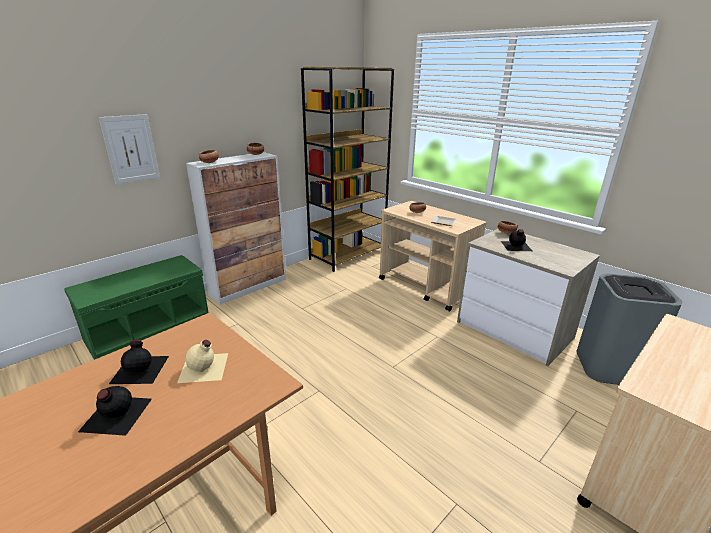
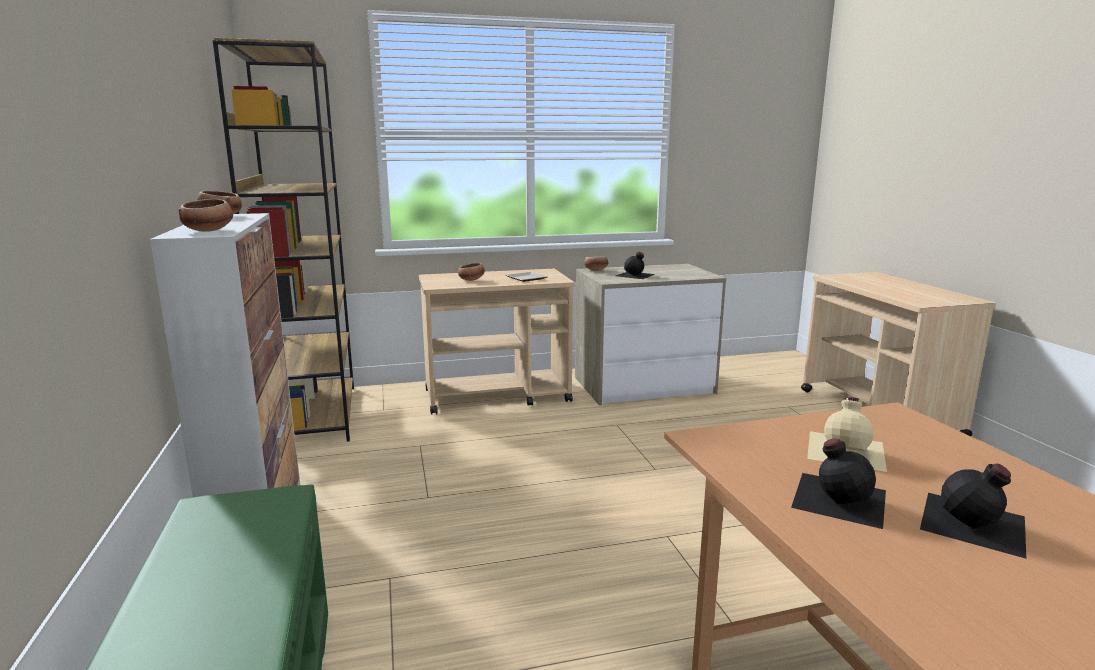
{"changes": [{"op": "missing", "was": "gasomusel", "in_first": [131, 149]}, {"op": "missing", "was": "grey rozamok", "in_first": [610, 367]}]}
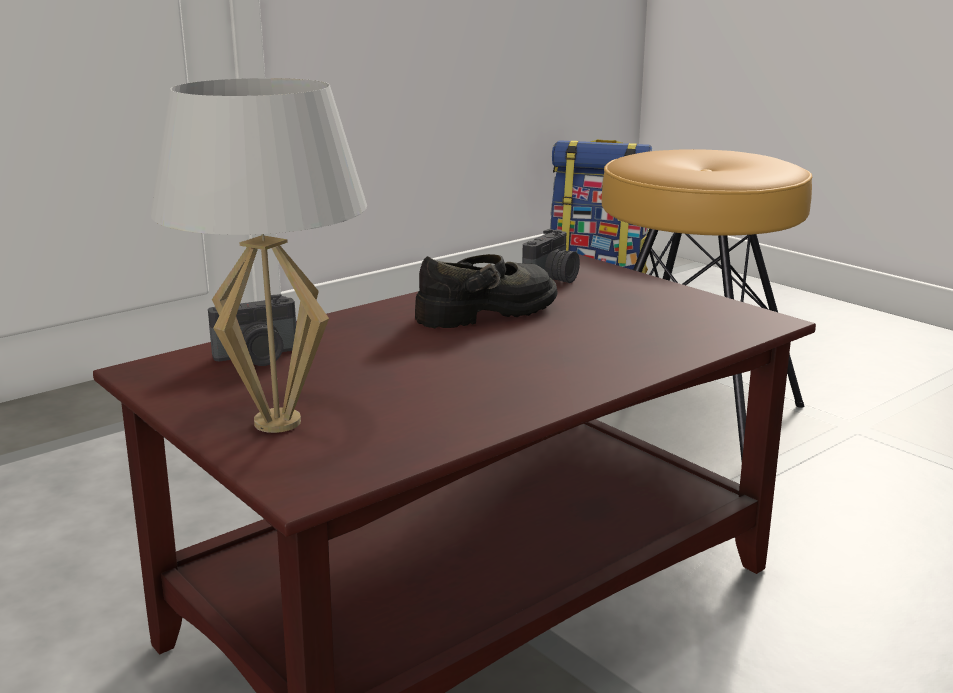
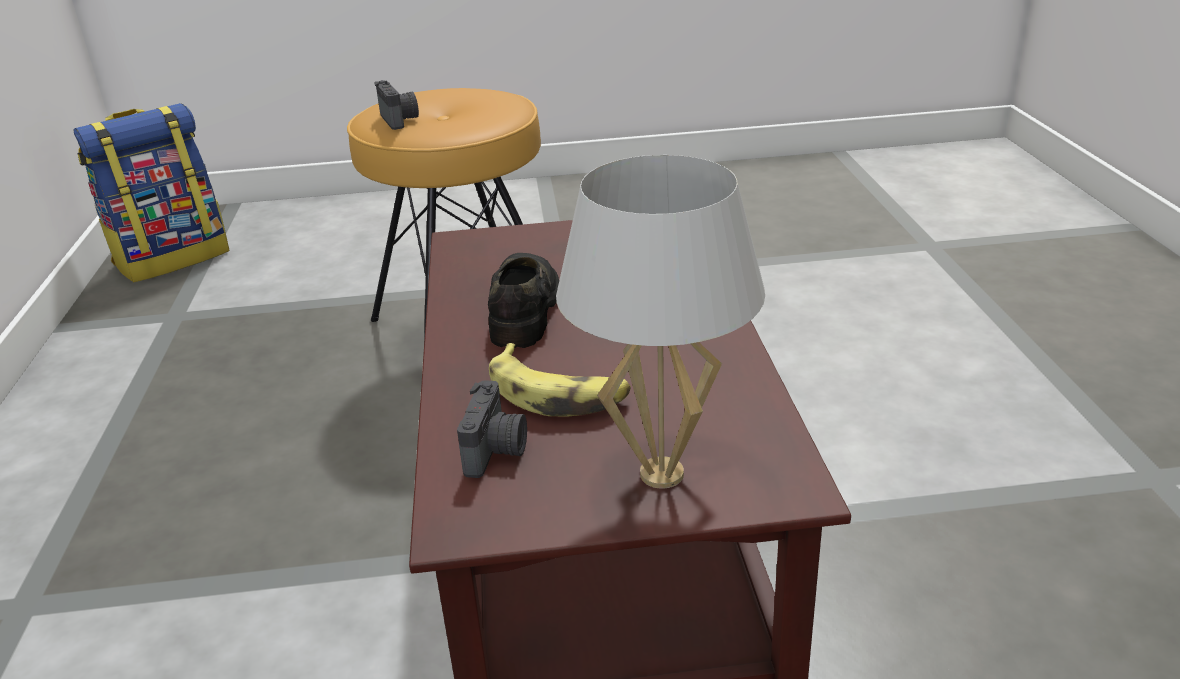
{"changes": [{"op": "appeared", "now": "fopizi", "in_second": [558, 393]}, {"op": "relocated", "was": "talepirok", "in_first": [552, 279], "in_second": [400, 120]}]}
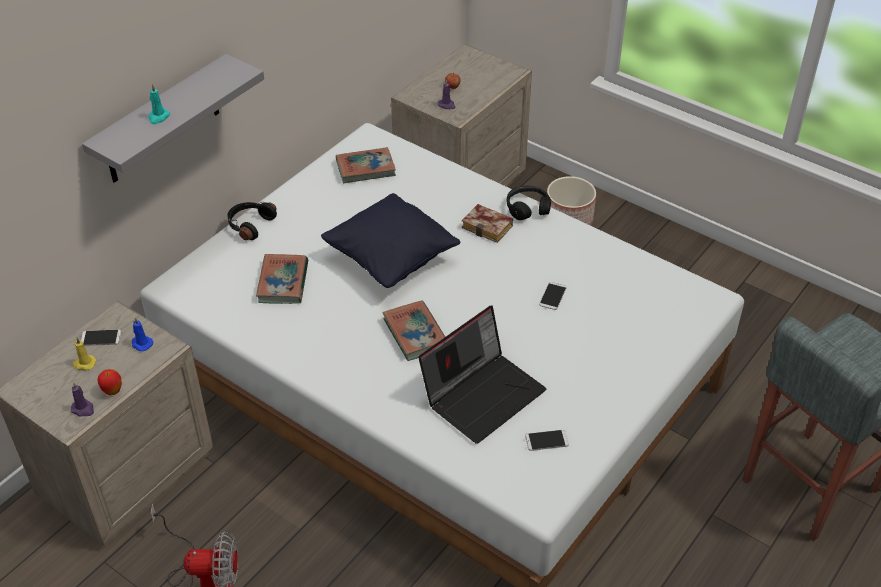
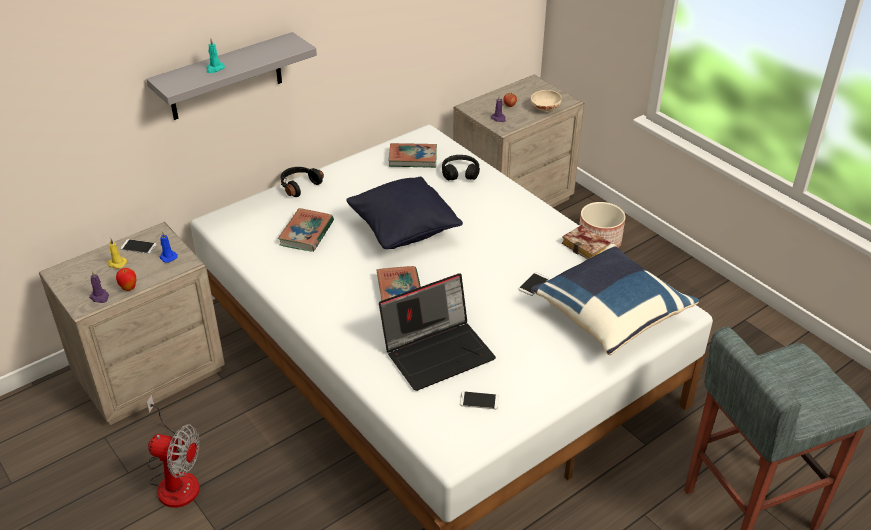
{"changes": [{"op": "appeared", "now": "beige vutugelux", "in_second": [544, 109]}, {"op": "appeared", "now": "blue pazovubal", "in_second": [609, 314]}, {"op": "relocated", "was": "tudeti", "in_first": [489, 227], "in_second": [587, 247]}, {"op": "relocated", "was": "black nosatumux", "in_first": [527, 208], "in_second": [460, 173]}]}
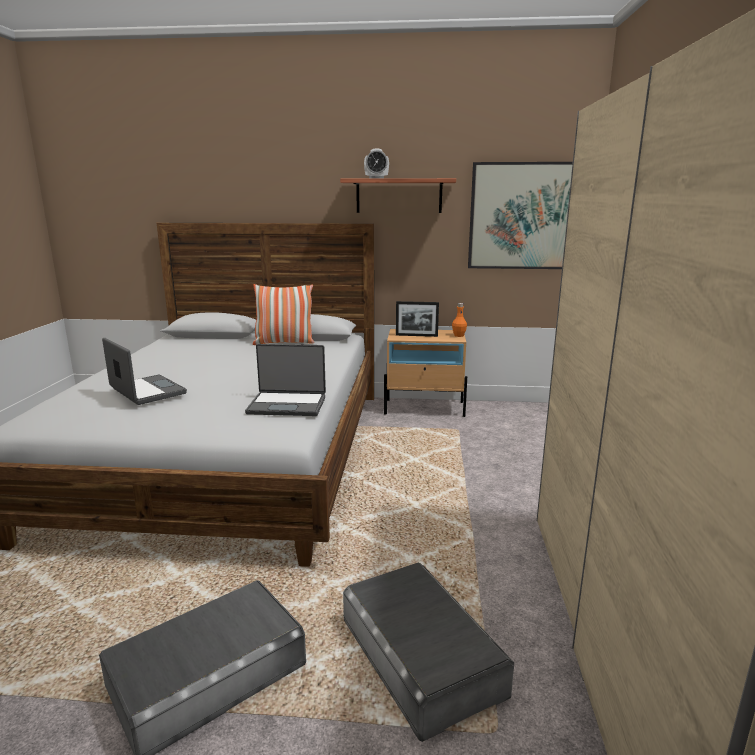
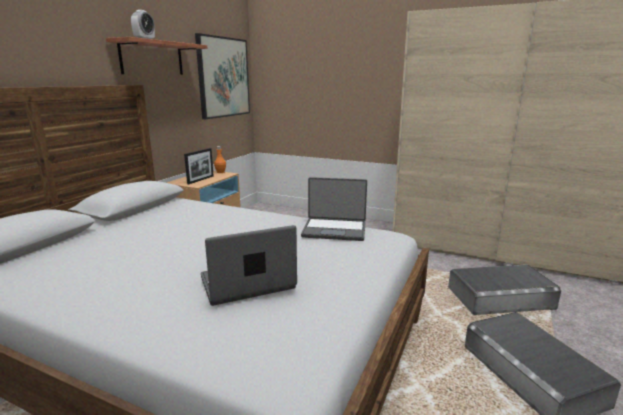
{"changes": [{"op": "missing", "was": "pazovubal", "in_first": [284, 343]}, {"op": "spun", "was": "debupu", "in_first": [287, 405], "in_second": [334, 230], "clockwise": 75}]}
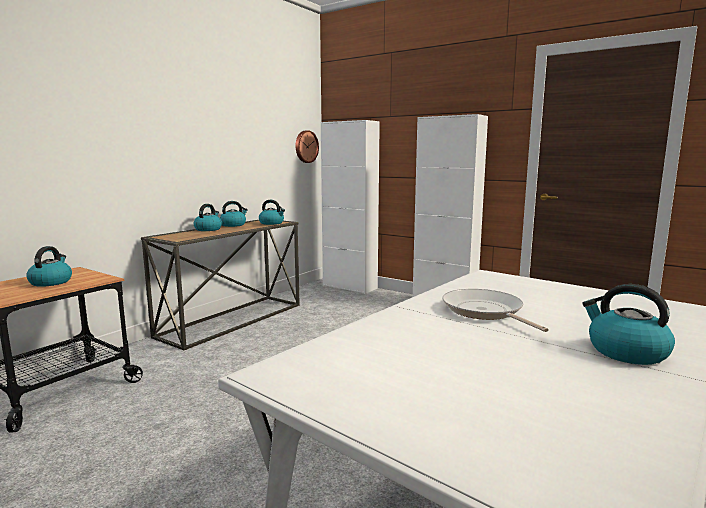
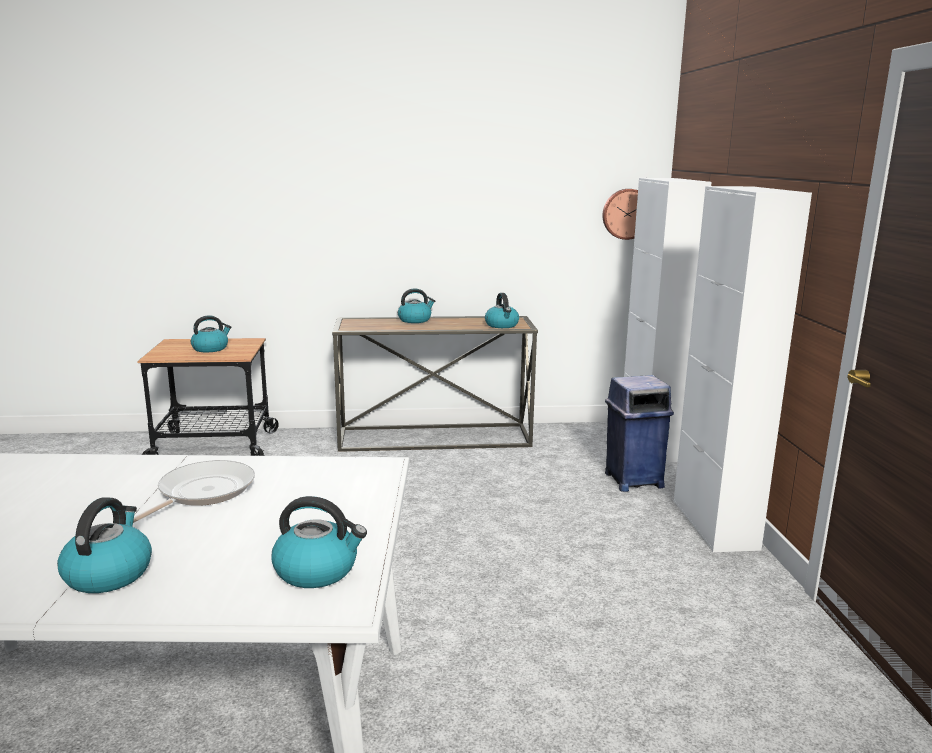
{"changes": [{"op": "appeared", "now": "blue rozamok", "in_second": [632, 480]}, {"op": "relocated", "was": "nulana", "in_first": [233, 225], "in_second": [317, 570]}]}
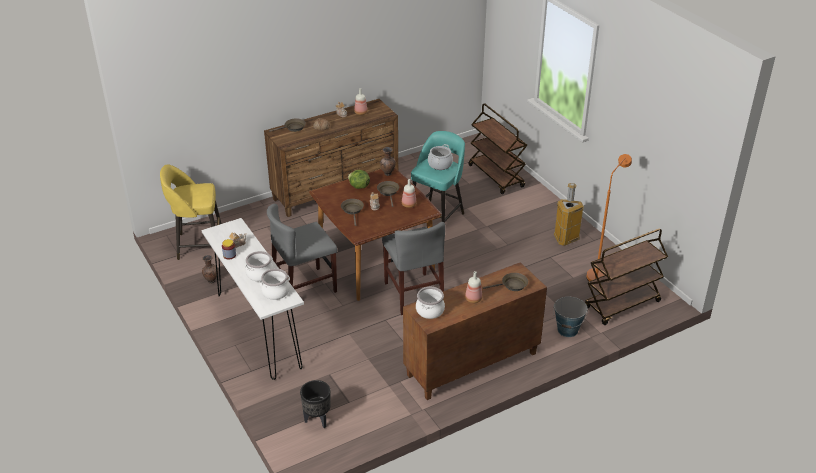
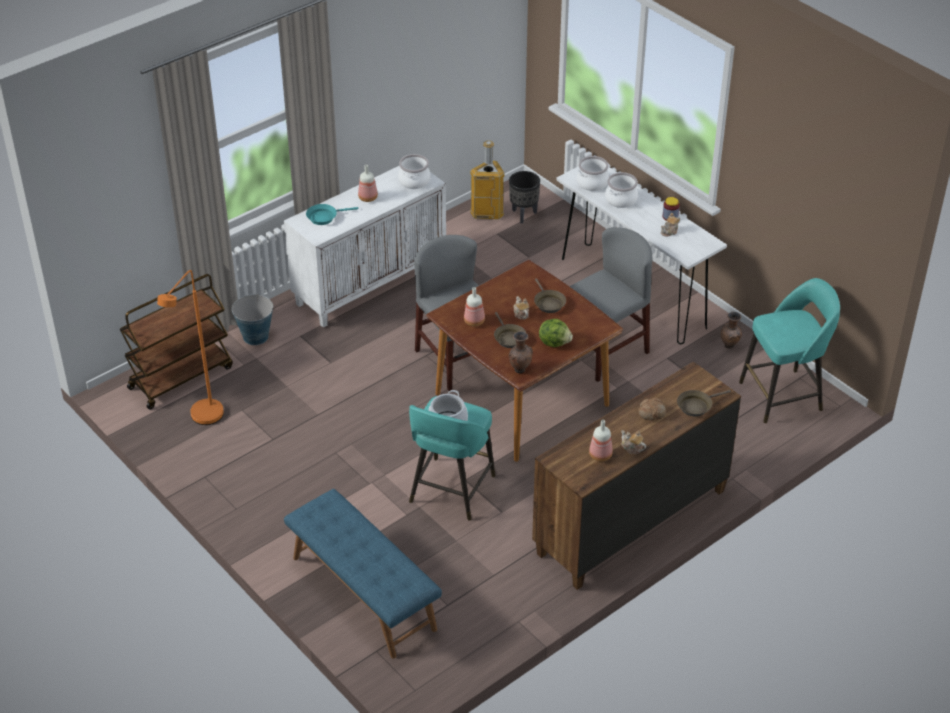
{"changes": [{"op": "relocated", "was": "rozamok", "in_first": [566, 239], "in_second": [487, 213]}, {"op": "exchanged", "was": "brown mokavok", "now": "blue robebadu", "in_first": [496, 176], "in_second": [362, 593]}, {"op": "colour", "was": "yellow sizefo", "now": "turquoise sizefo", "in_first": [198, 245], "in_second": [783, 396]}, {"op": "colour", "was": "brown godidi", "now": "white godidi", "in_first": [471, 365], "in_second": [370, 284]}, {"op": "colour", "was": "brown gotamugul", "now": "turquoise gotamugul", "in_first": [512, 285], "in_second": [324, 217]}]}
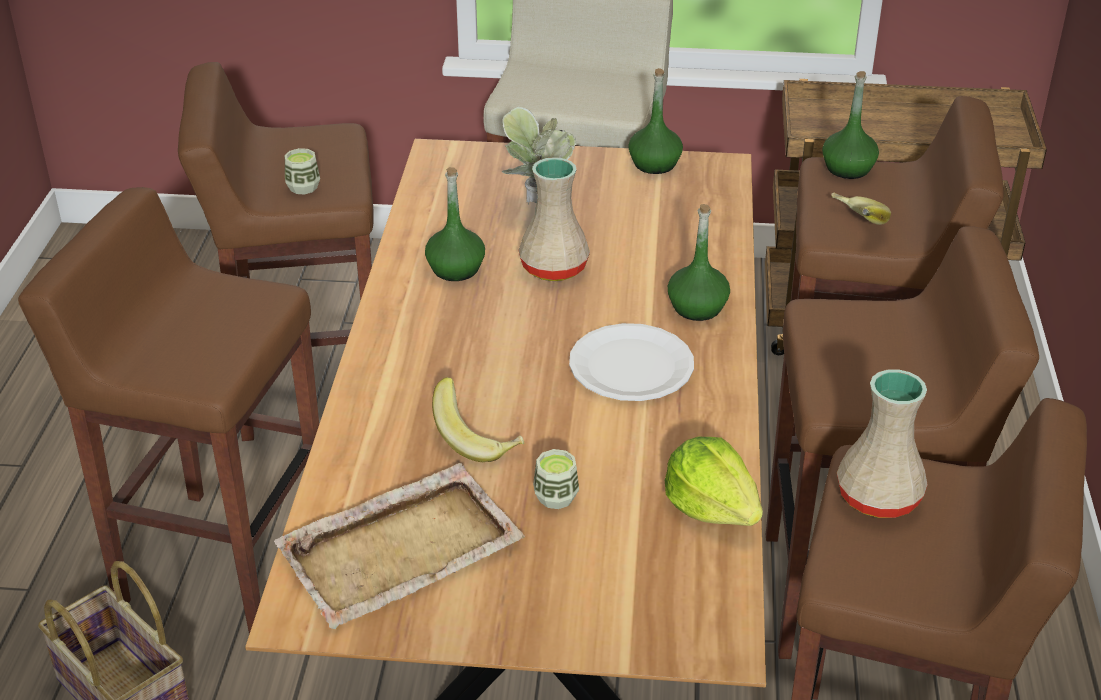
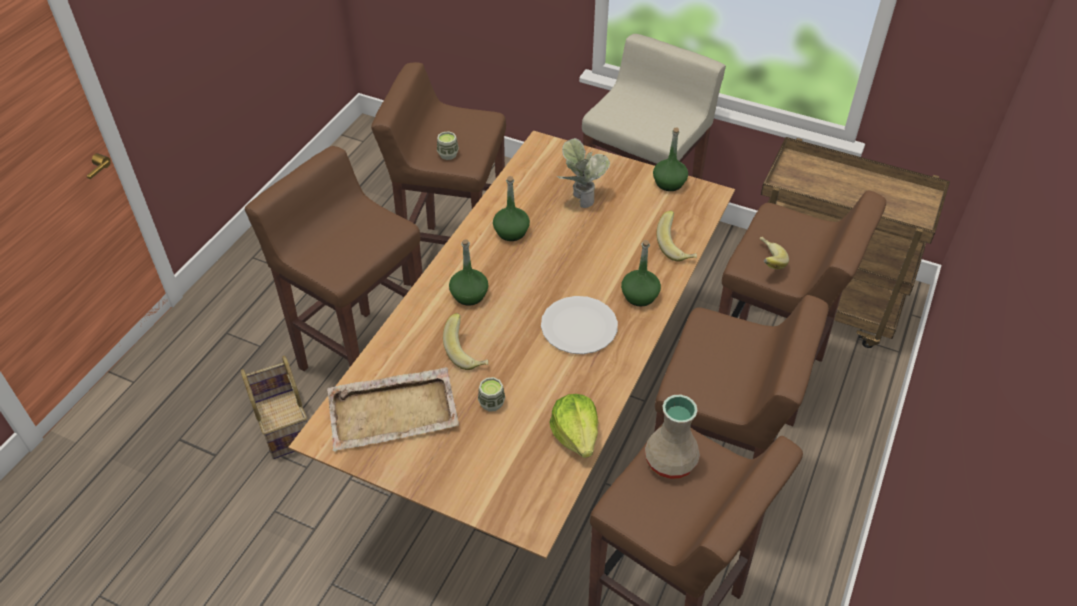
{"changes": [{"op": "missing", "was": "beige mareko", "in_first": [553, 269]}, {"op": "appeared", "now": "fopizi", "in_second": [676, 247]}, {"op": "relocated", "was": "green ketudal", "in_first": [847, 169], "in_second": [469, 295]}]}
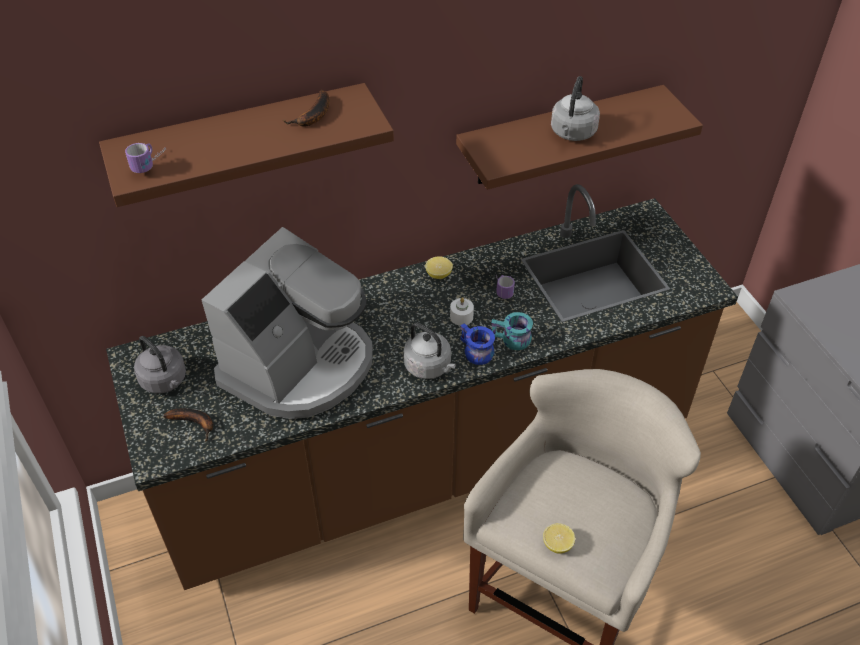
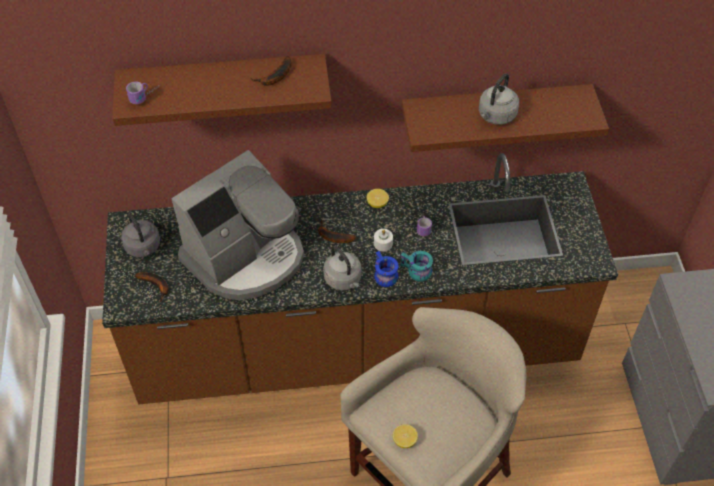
{"changes": [{"op": "appeared", "now": "fopizi", "in_second": [332, 237]}]}
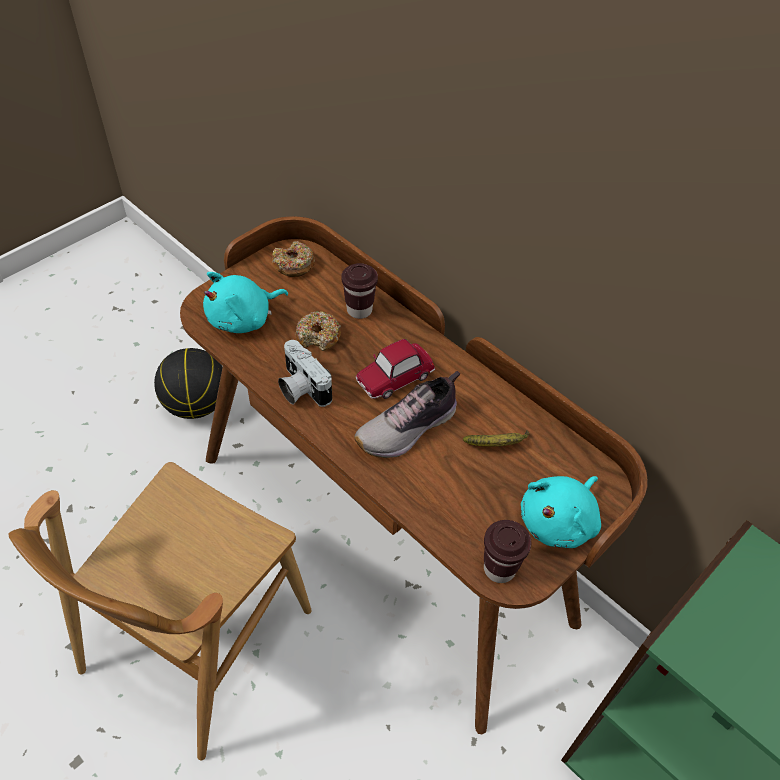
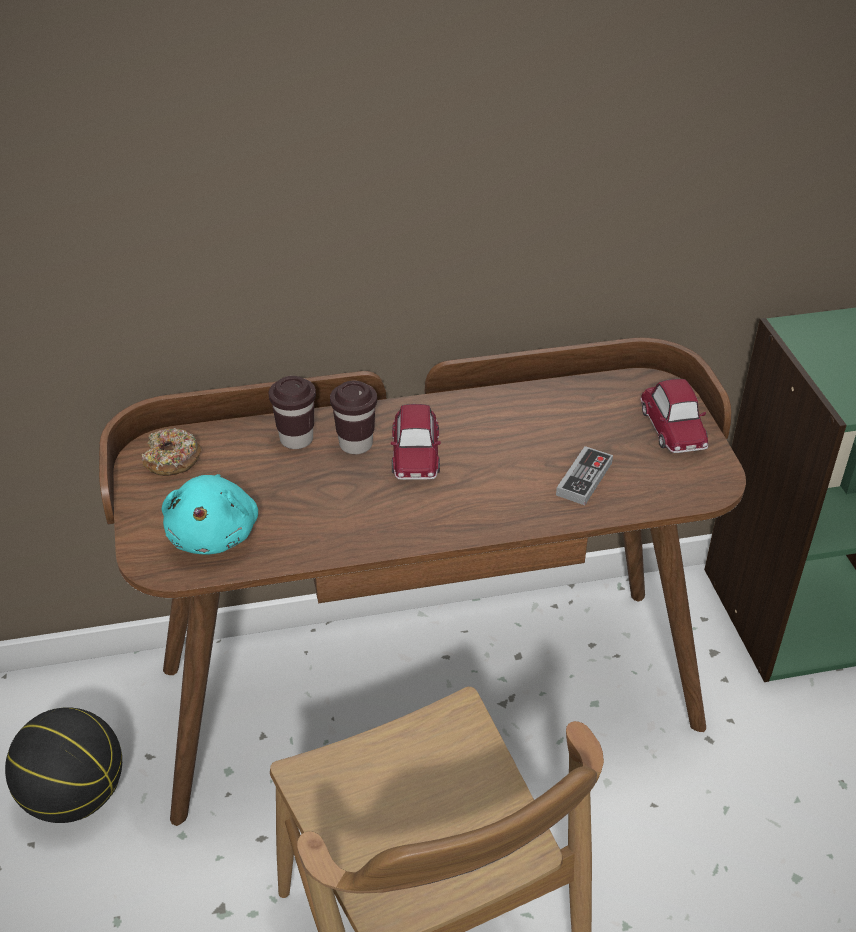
{"changes": [{"op": "missing", "was": "talepirok", "in_first": [301, 388]}, {"op": "missing", "was": "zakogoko", "in_first": [318, 336]}, {"op": "missing", "was": "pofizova", "in_first": [409, 428]}, {"op": "missing", "was": "fopizi", "in_first": [497, 444]}, {"op": "appeared", "now": "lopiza", "in_second": [584, 479]}, {"op": "relocated", "was": "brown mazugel", "in_first": [499, 569], "in_second": [356, 444]}, {"op": "exchanged", "was": "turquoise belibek", "now": "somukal", "in_first": [559, 521], "in_second": [673, 428]}]}
